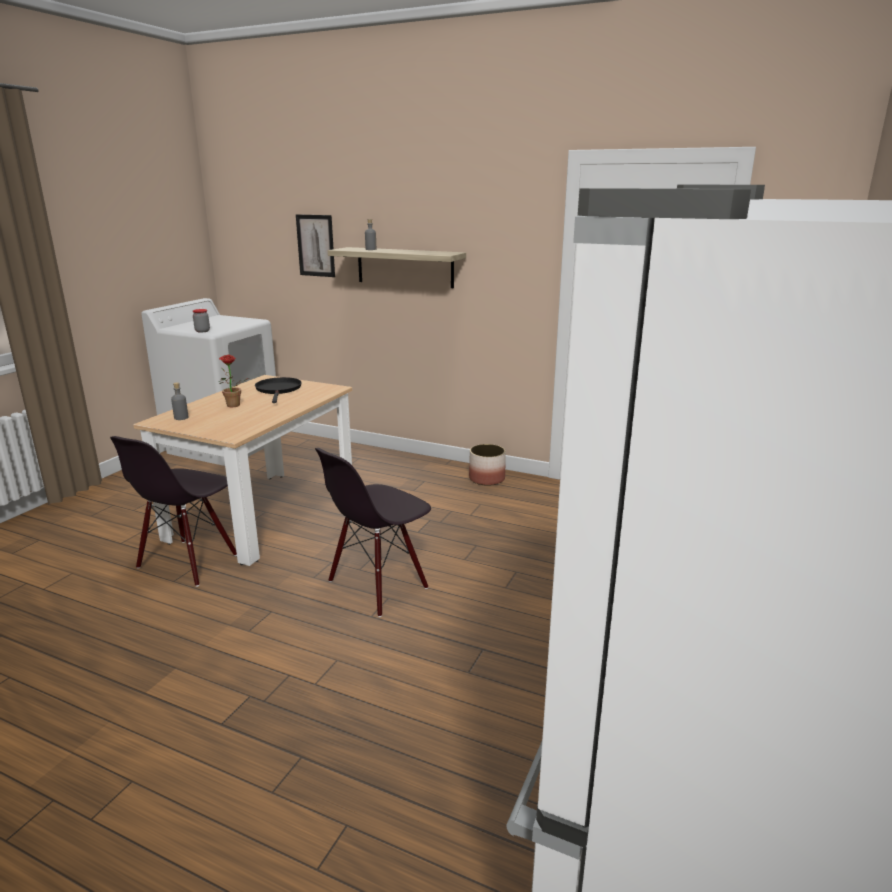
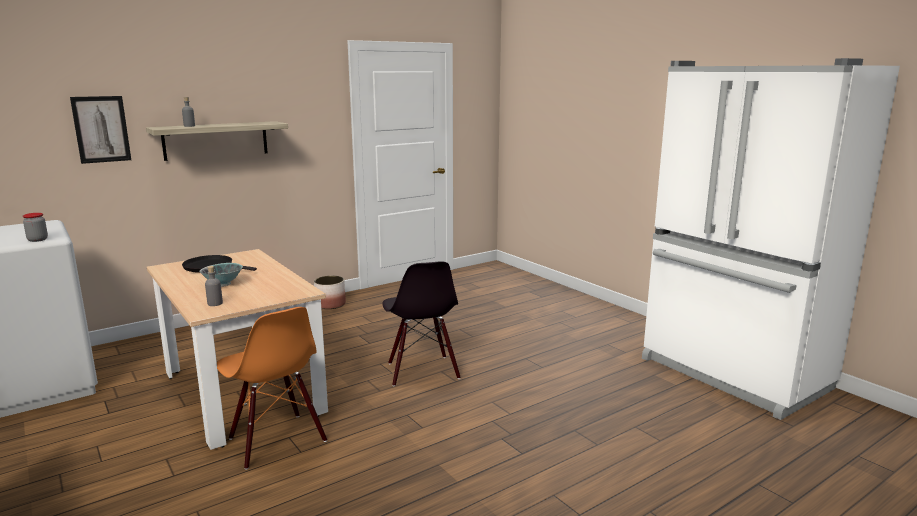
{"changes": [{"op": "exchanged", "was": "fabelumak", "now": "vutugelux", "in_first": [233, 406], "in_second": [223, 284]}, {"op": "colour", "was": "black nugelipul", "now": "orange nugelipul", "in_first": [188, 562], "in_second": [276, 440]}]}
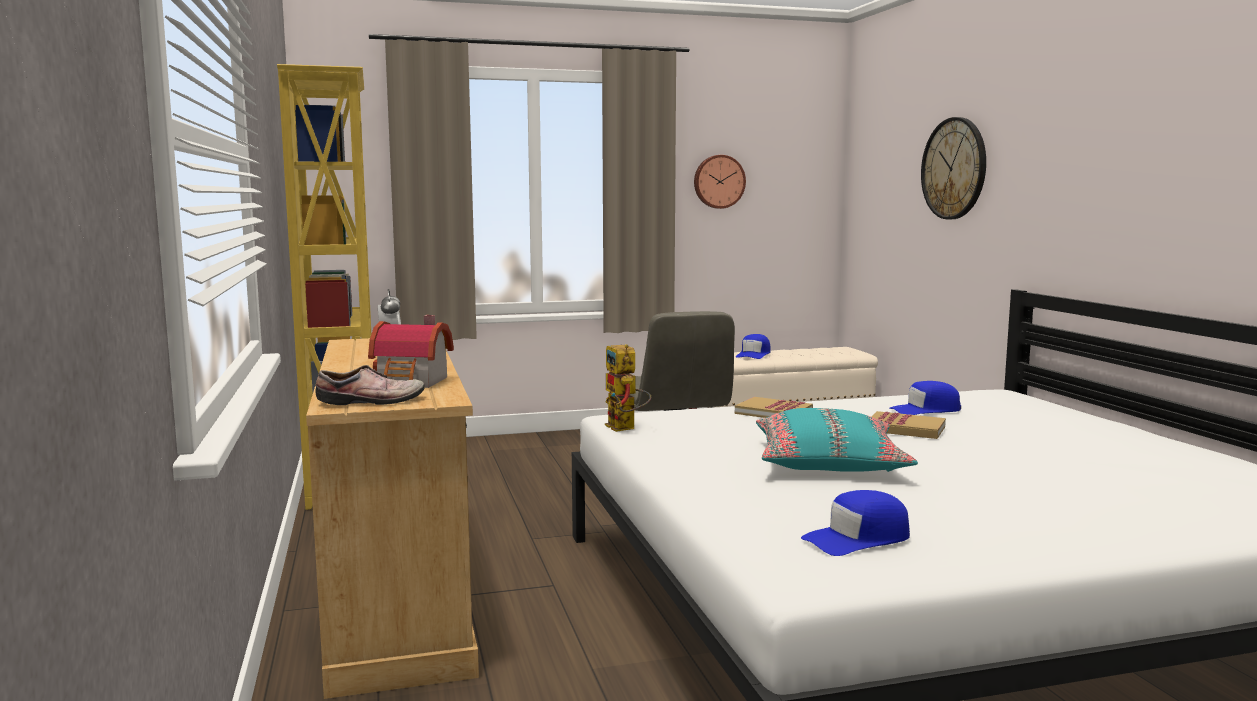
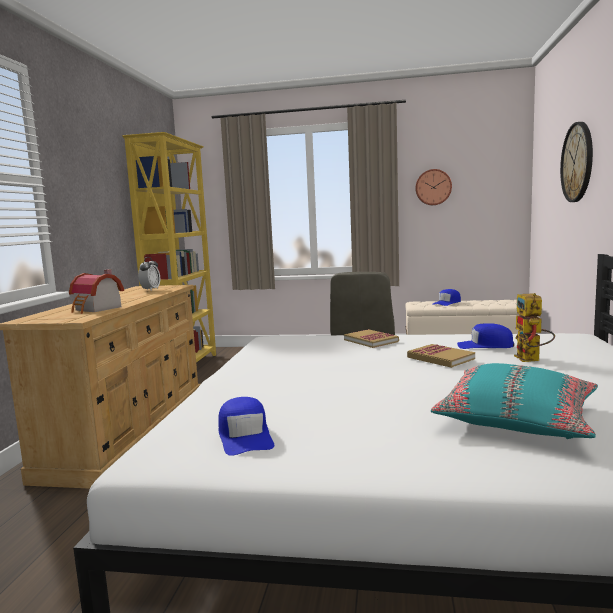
{"changes": [{"op": "missing", "was": "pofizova", "in_first": [372, 402]}, {"op": "relocated", "was": "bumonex", "in_first": [625, 428], "in_second": [531, 360]}, {"op": "relocated", "was": "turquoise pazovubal", "in_first": [829, 462], "in_second": [517, 419]}, {"op": "spun", "was": "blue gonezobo", "in_first": [858, 539], "in_second": [245, 436], "clockwise": -105}]}
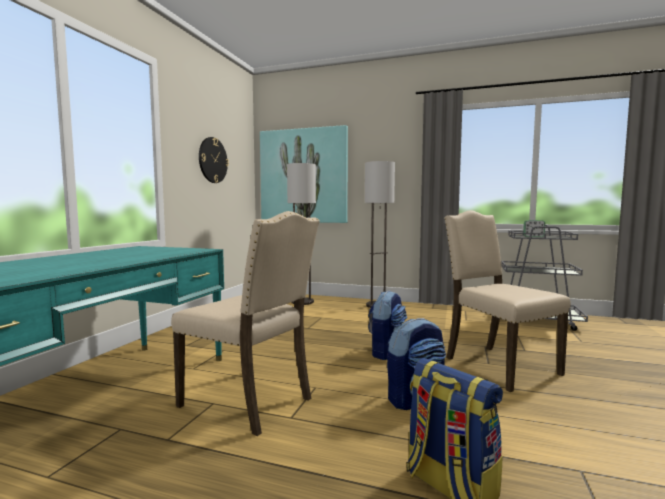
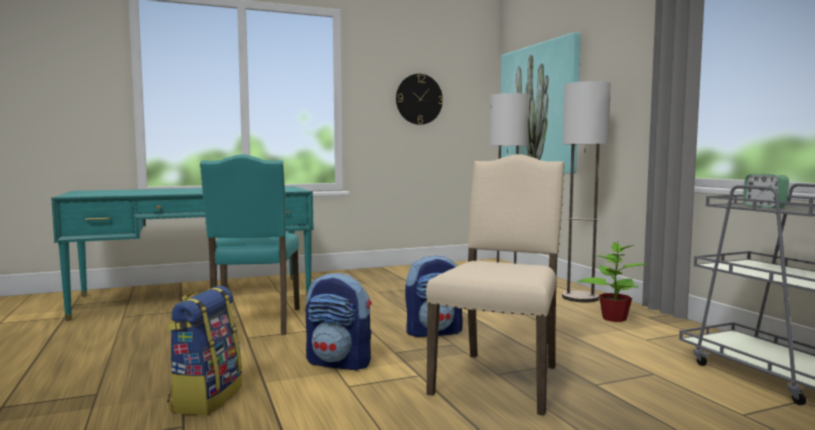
{"changes": [{"op": "appeared", "now": "fabelumak", "in_second": [613, 318]}, {"op": "colour", "was": "beige nugelipul", "now": "turquoise nugelipul", "in_first": [250, 401], "in_second": [254, 322]}]}
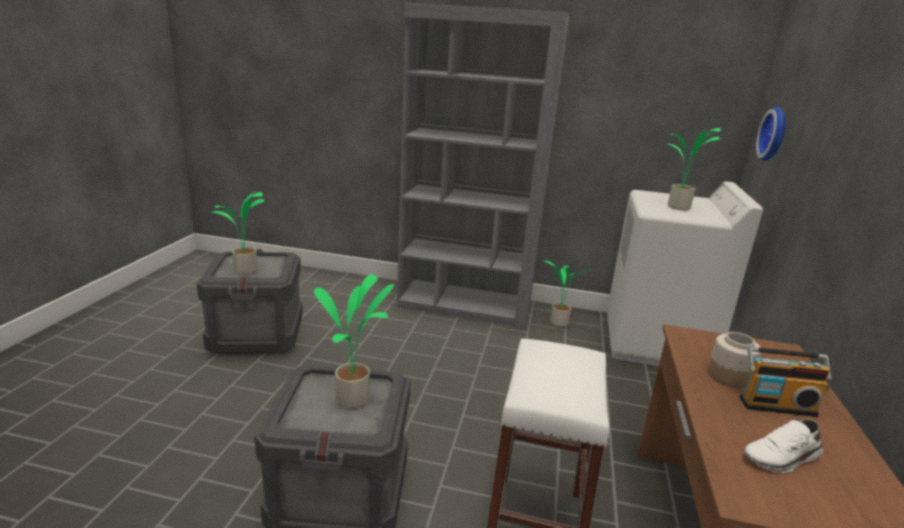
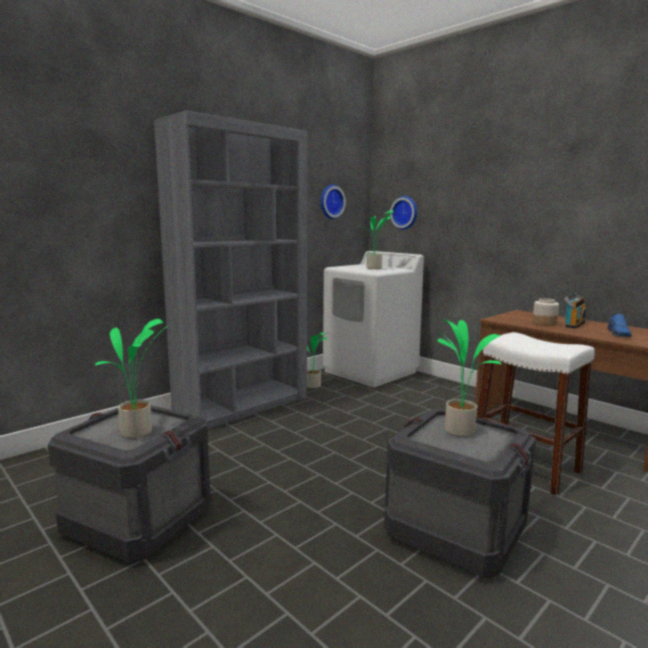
{"changes": [{"op": "appeared", "now": "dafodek", "in_second": [330, 202]}, {"op": "colour", "was": "white pofizova", "now": "blue pofizova", "in_first": [782, 458], "in_second": [619, 334]}]}
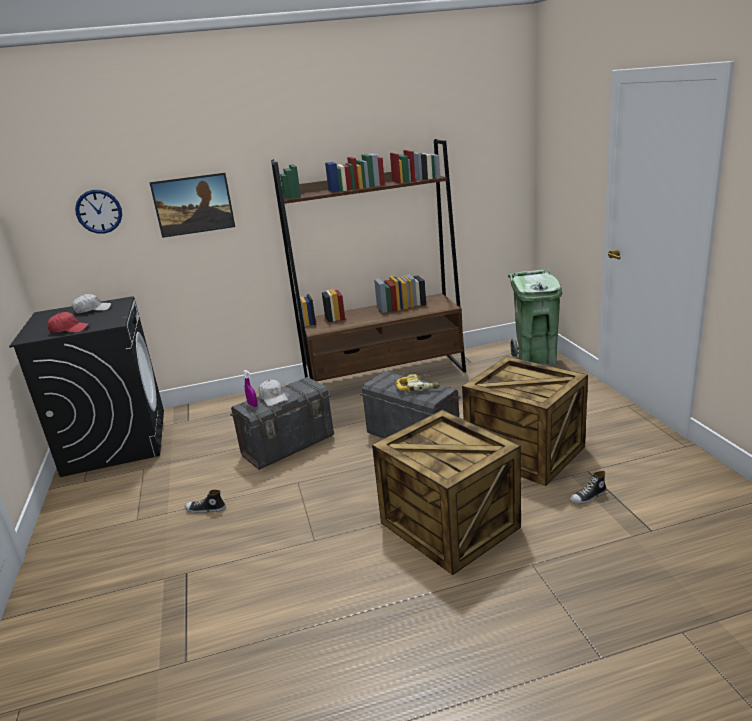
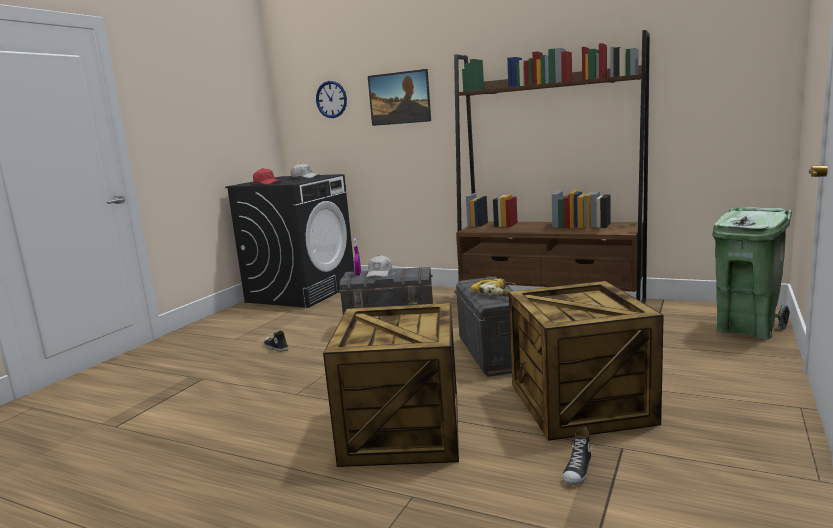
{"changes": [{"op": "spun", "was": "pofizova", "in_first": [588, 497], "in_second": [578, 471], "clockwise": -75}]}
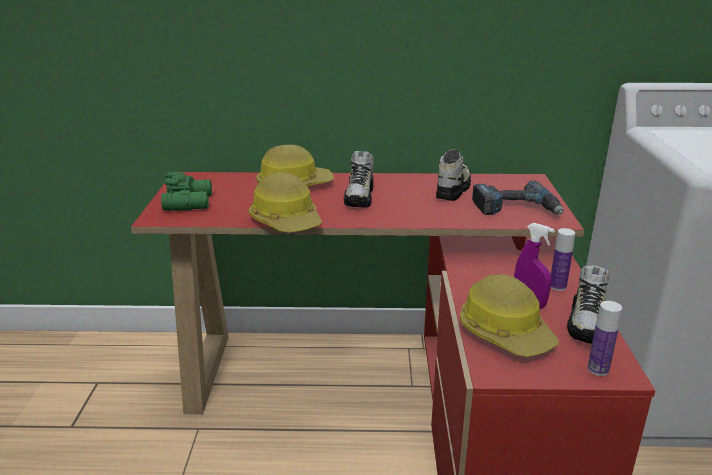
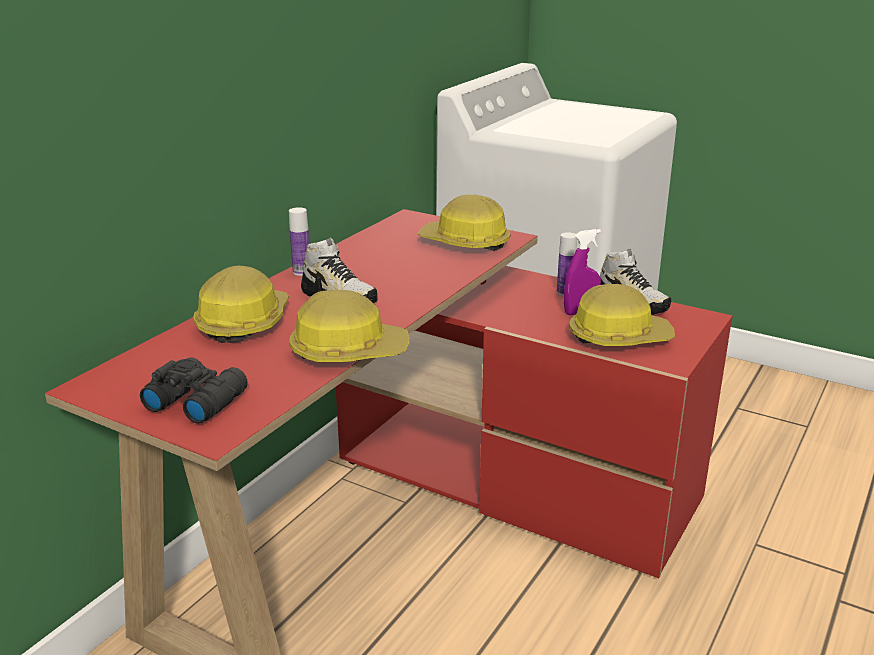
{"changes": [{"op": "missing", "was": "pofizova", "in_first": [453, 189]}, {"op": "relocated", "was": "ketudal", "in_first": [598, 369], "in_second": [302, 272]}, {"op": "exchanged", "was": "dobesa", "now": "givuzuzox", "in_first": [516, 208], "in_second": [465, 243]}, {"op": "colour", "was": "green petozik", "now": "black petozik", "in_first": [190, 202], "in_second": [196, 400]}]}
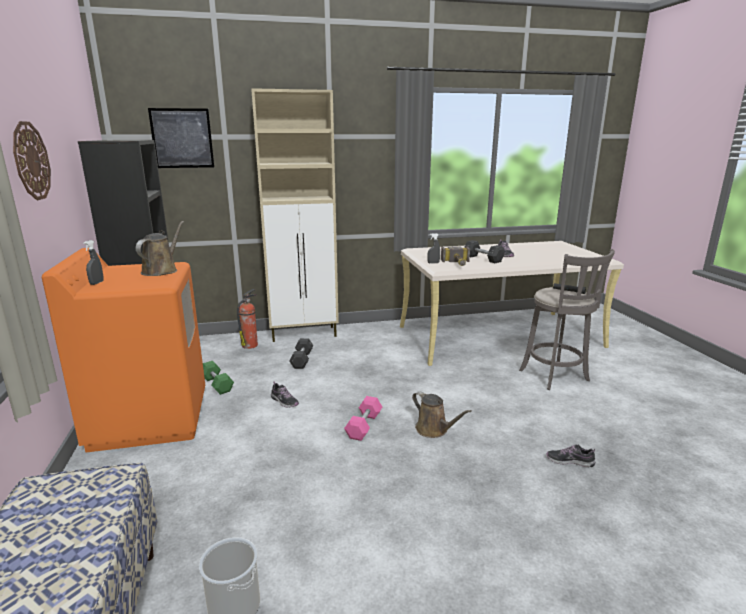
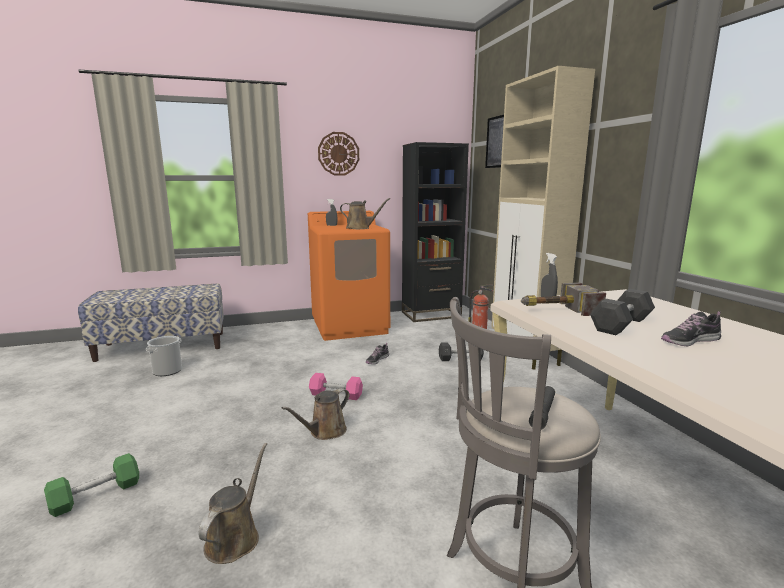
{"changes": [{"op": "relocated", "was": "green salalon", "in_first": [217, 384], "in_second": [96, 495]}, {"op": "exchanged", "was": "pofizova", "now": "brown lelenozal", "in_first": [570, 461], "in_second": [235, 537]}]}
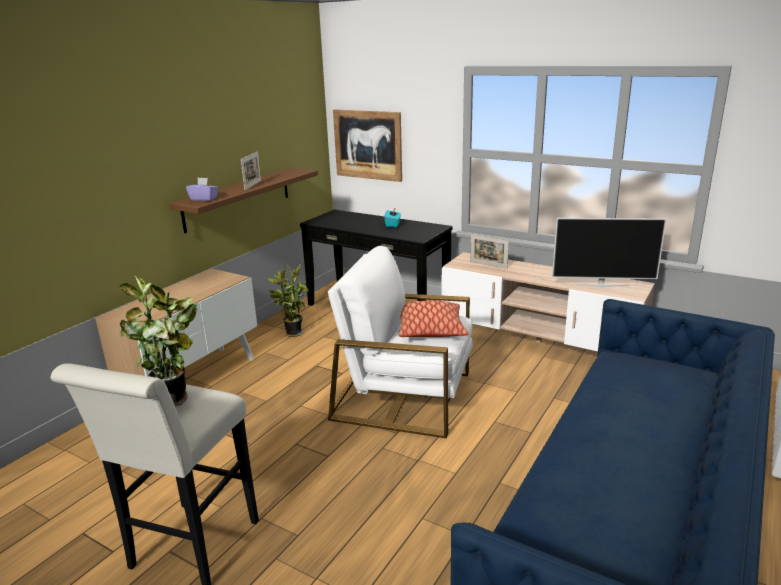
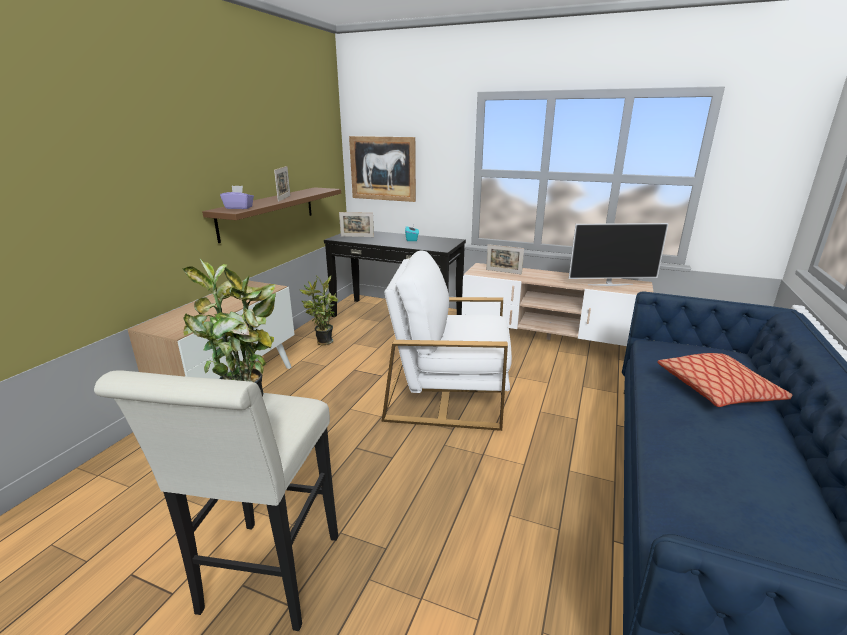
{"changes": [{"op": "appeared", "now": "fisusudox", "in_second": [357, 236]}, {"op": "relocated", "was": "pazovubal", "in_first": [430, 330], "in_second": [718, 391]}]}
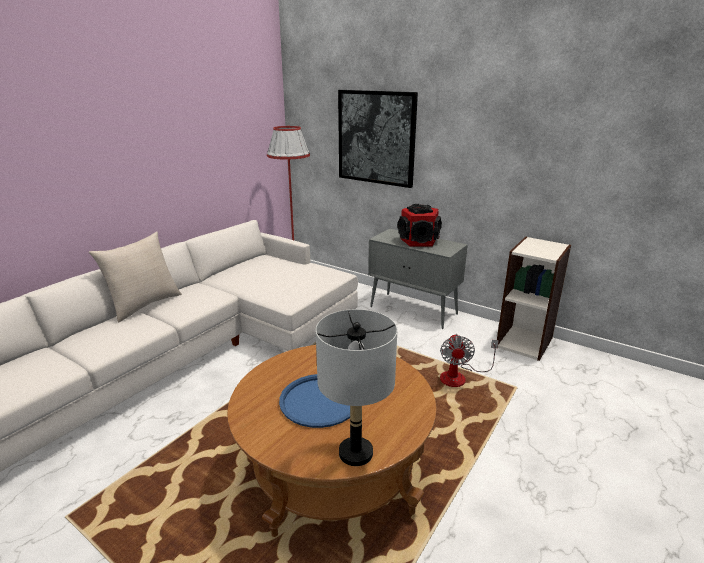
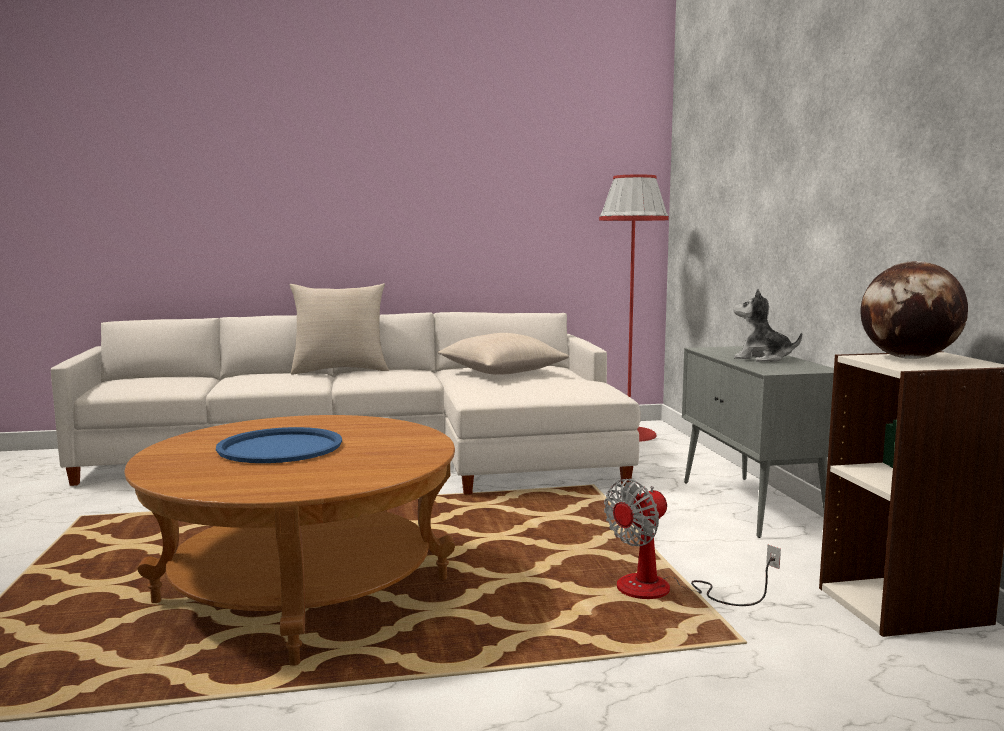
{"changes": [{"op": "missing", "was": "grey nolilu", "in_first": [356, 453]}, {"op": "missing", "was": "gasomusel", "in_first": [376, 138]}, {"op": "appeared", "now": "beige pazovubal", "in_second": [502, 372]}, {"op": "appeared", "now": "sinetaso", "in_second": [909, 358]}, {"op": "exchanged", "was": "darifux", "now": "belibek", "in_first": [419, 241], "in_second": [762, 358]}]}
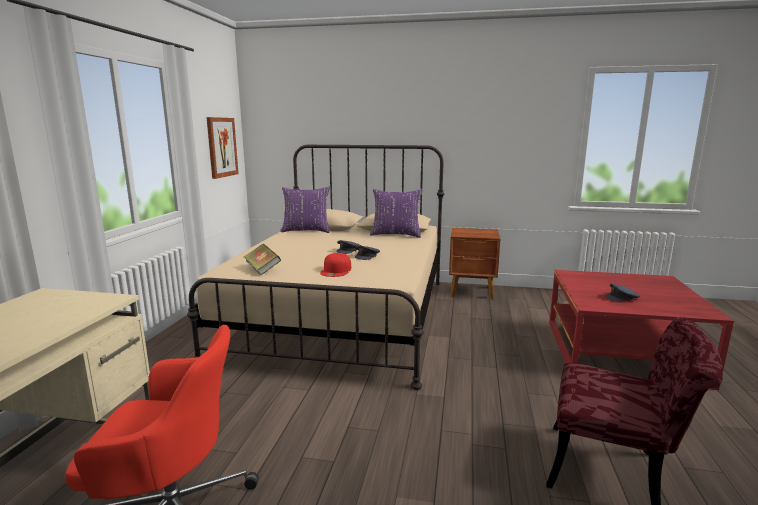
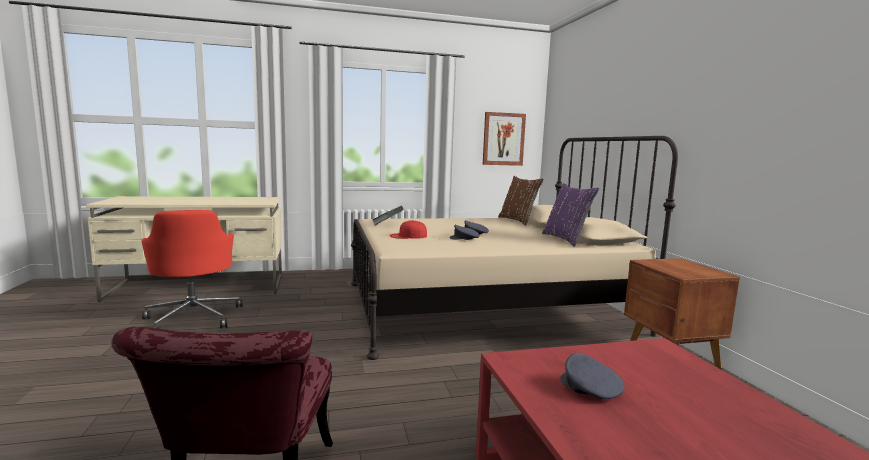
{"changes": [{"op": "colour", "was": "purple pazovubal", "now": "brown pazovubal", "in_first": [306, 231], "in_second": [518, 221]}]}
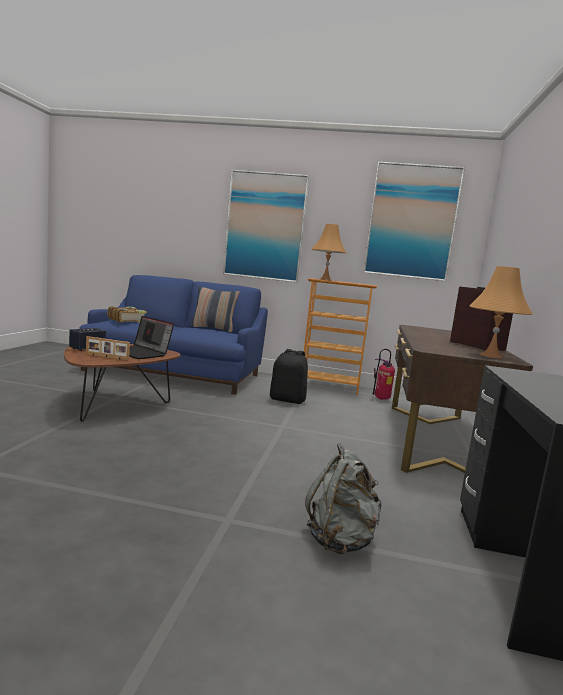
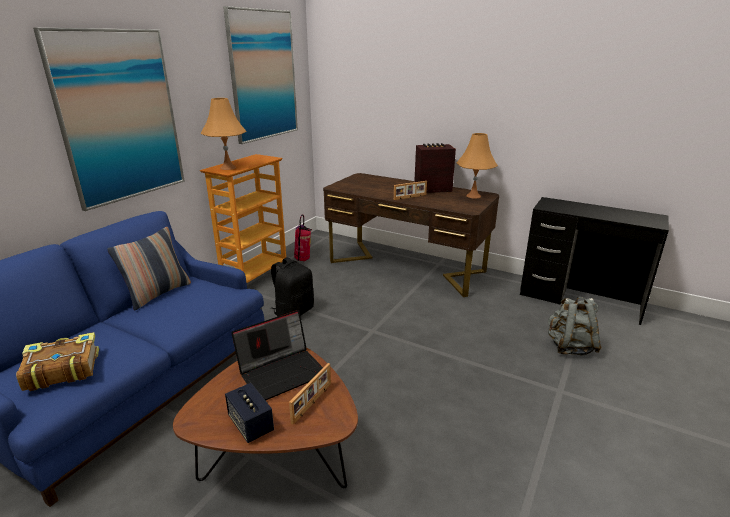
{"changes": [{"op": "appeared", "now": "fisusudox", "in_second": [410, 197]}]}
